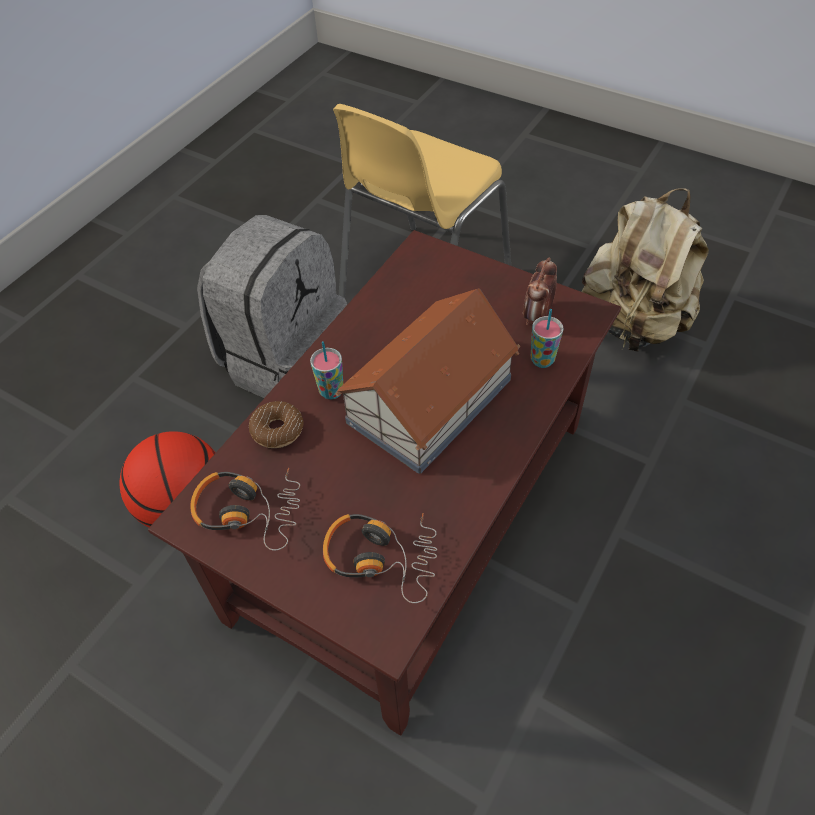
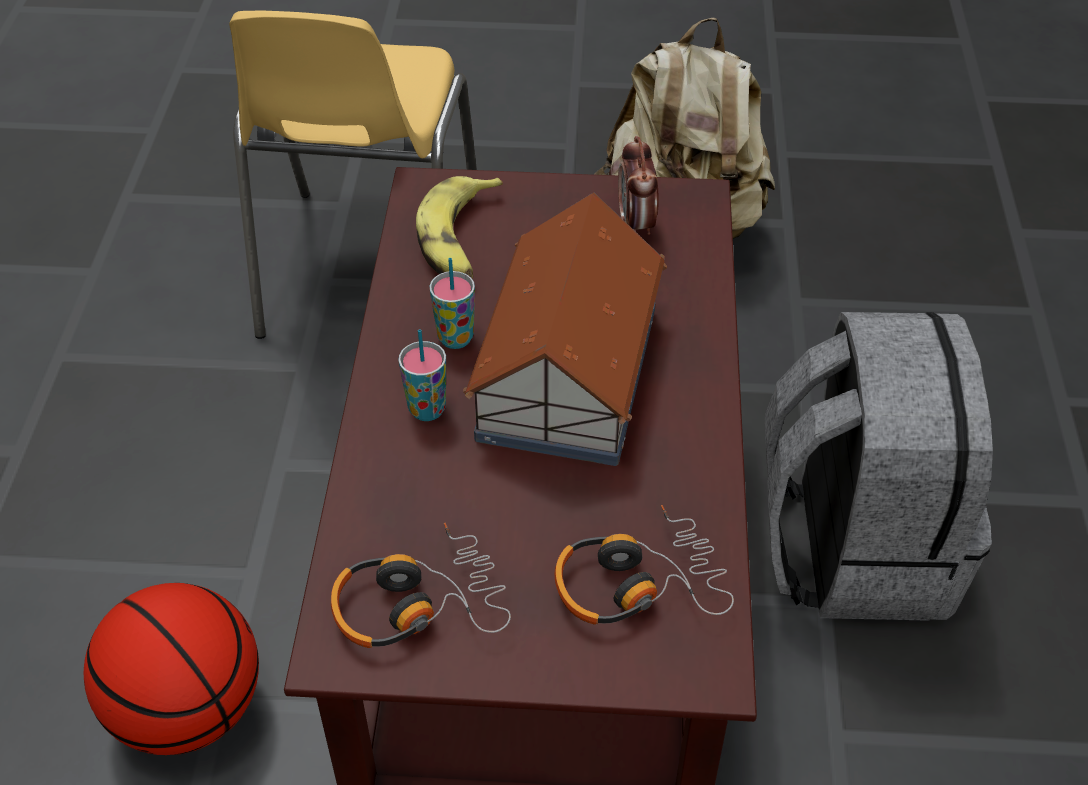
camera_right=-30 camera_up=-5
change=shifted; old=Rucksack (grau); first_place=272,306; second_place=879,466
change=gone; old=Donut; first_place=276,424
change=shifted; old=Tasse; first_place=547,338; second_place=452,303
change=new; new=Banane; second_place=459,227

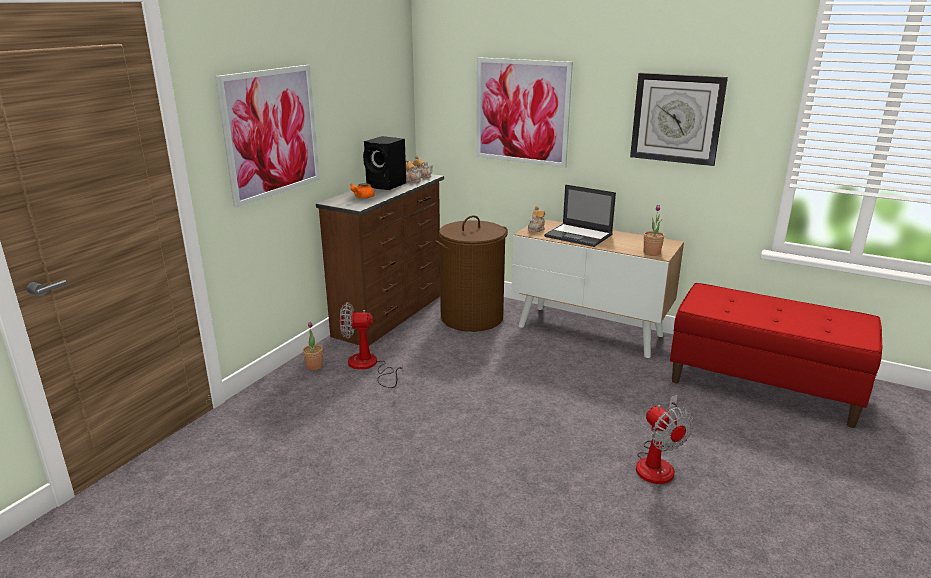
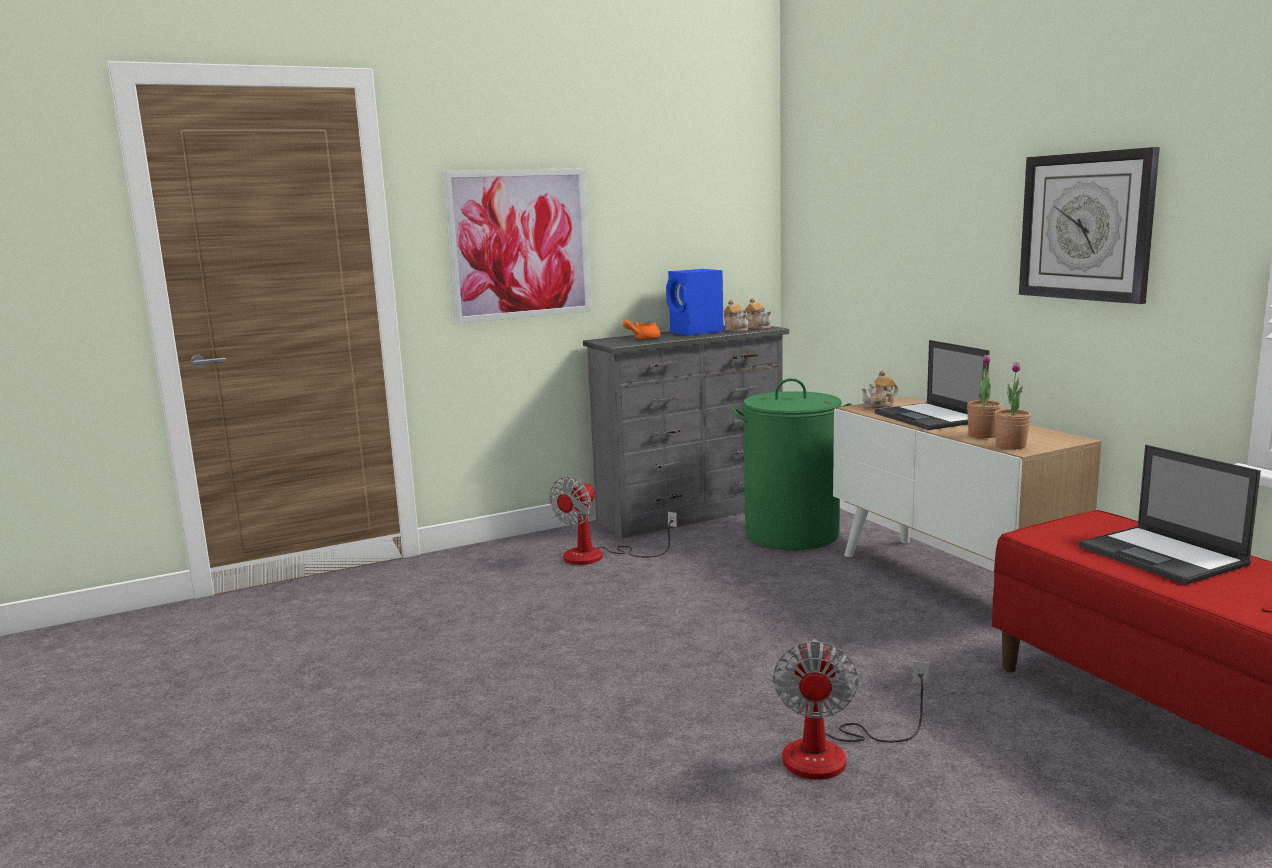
camera_right=35 camera_up=-10
change=shifted; old=Topfpflanze; first_place=313,346; second_place=984,396
change=repainted; old=Kommode (braun); new=Kommode (grau); first_place=380,260; second_place=686,432
change=rotated; old=Ventilator; first_place=371,345; second_place=613,520; degrees=-90
change=repainted; old=Lautsprecher (schwarz); new=Lautsprecher (blau); first_place=384,163; second_place=695,302
change=repainted; old=Wäschekorb (braun); new=Wäschekorb (grün); first_place=471,273; second_place=792,464
change=gone; old=Bild; first_place=524,112
change=new; new=Laptop; second_place=1170,515

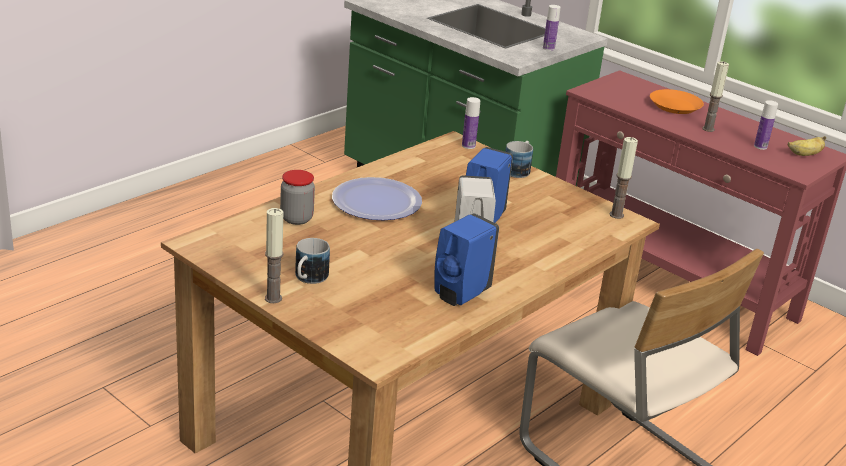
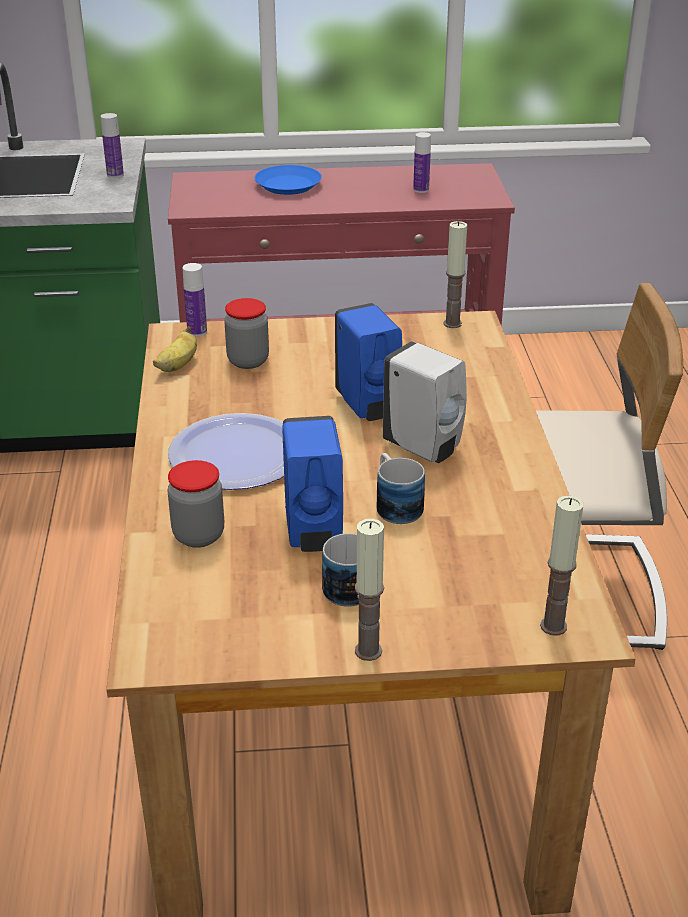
camera_right=-45 camera_up=5
change=shifted; old=Seifenspender (blau); first_place=466,259; second_place=312,484
change=shifted; old=Henkelbecher; first_place=519,159; second_place=401,488
change=repainted; old=Teller (orange); new=Teller (blau); first_place=677,101; second_place=288,180
change=shifted; old=Kerze; first_place=715,96; second_place=562,565
change=shifted; old=Banane; first_place=807,146; second_place=175,349
change=new; new=Vorratsglas; second_place=246,333

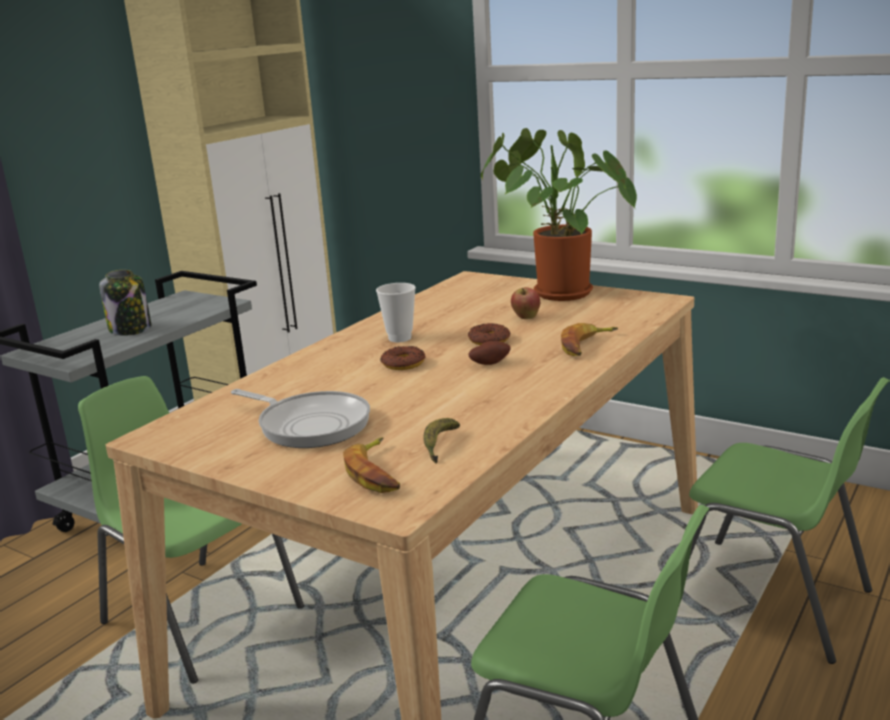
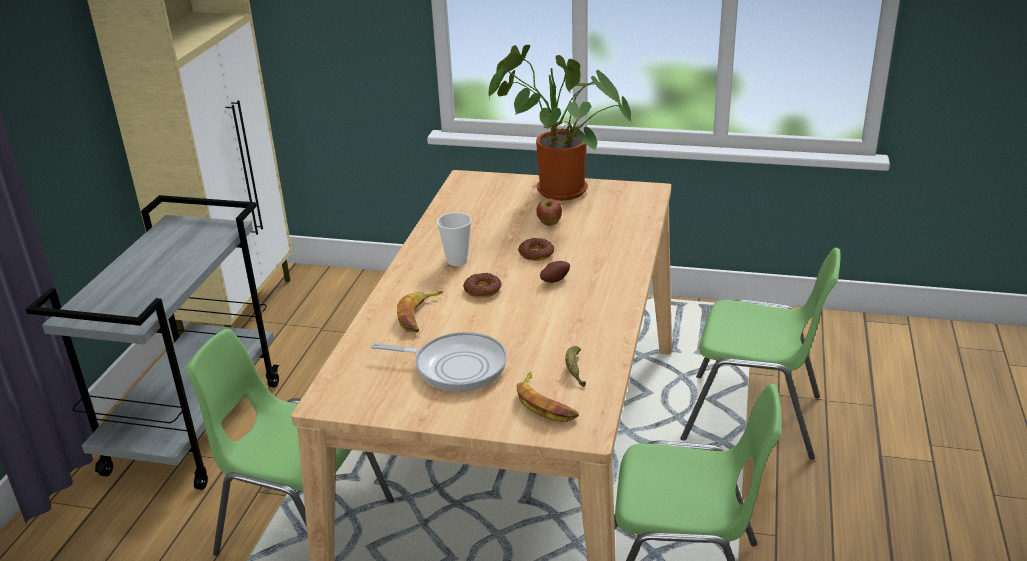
camera_right=-20 camera_up=10
change=gone; old=Vorratsglas; first_place=125,303
change=shifted; old=Banane; first_place=589,339; second_place=420,312

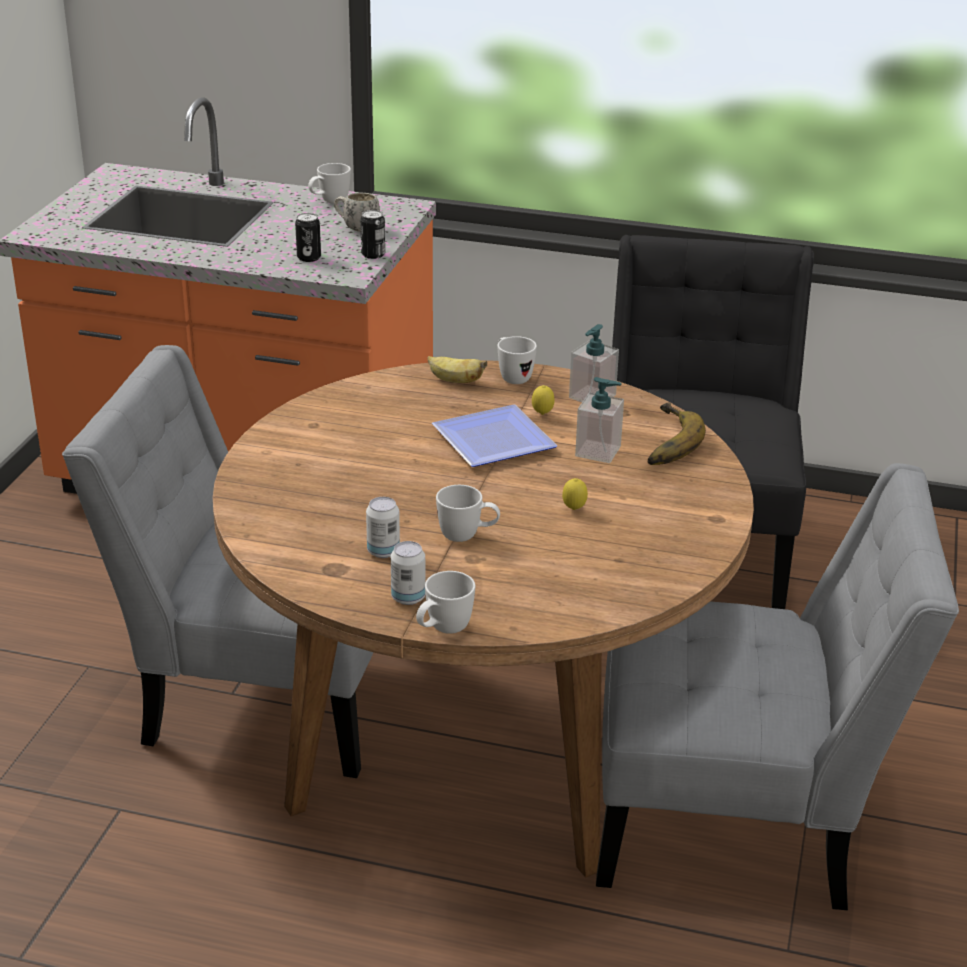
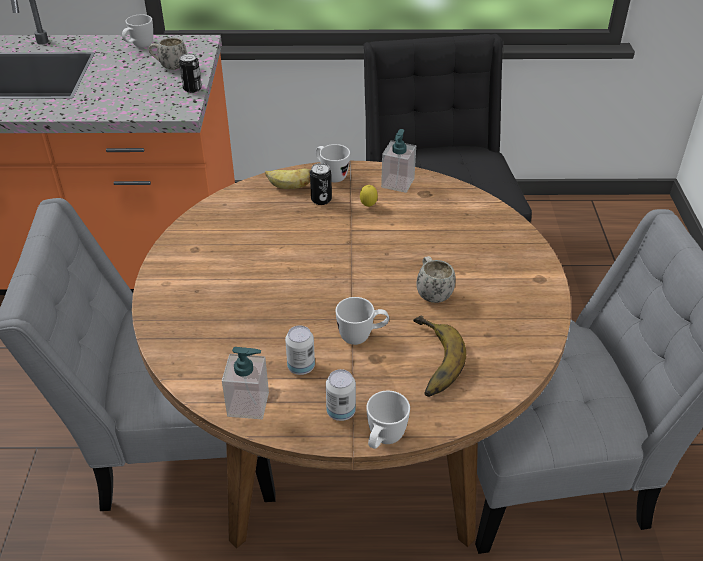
camera_right=-15 camera_up=10
change=shifted; old=Dose; first_place=308,237; second_place=321,184
change=gone; old=Teller; first_place=494,435
change=swapped; old=Zitrone; new=Henkelbecher (weiß); first_place=575,494; second_place=436,279
change=shifted; old=Seifenspender; first_place=599,420; second_place=245,383
change=shifted; old=Banane; first_place=677,433; second_place=439,356

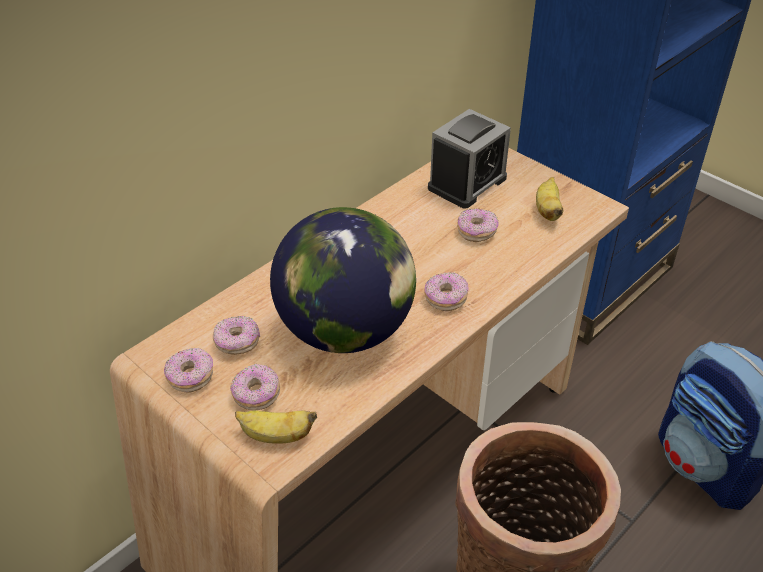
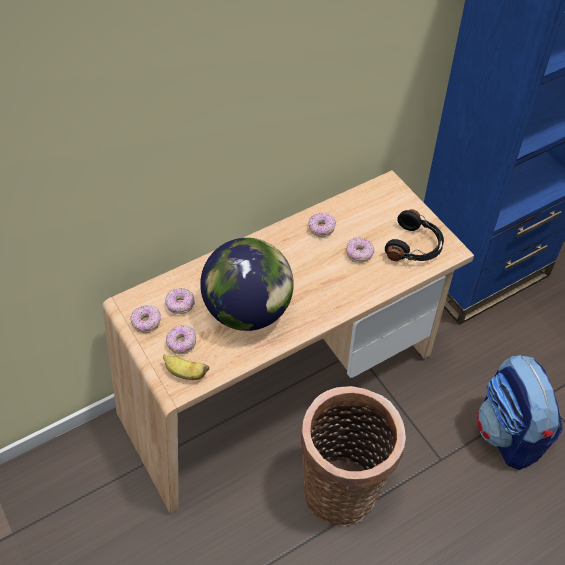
camera_right=15 camera_up=10
change=shifted; old=Donut; first_place=446,291; second_place=322,225
change=gone; old=Wecker; first_place=469,159
change=swapped; old=Banane; new=Kopfhörer (schwarz); first_place=549,199; second_place=414,235

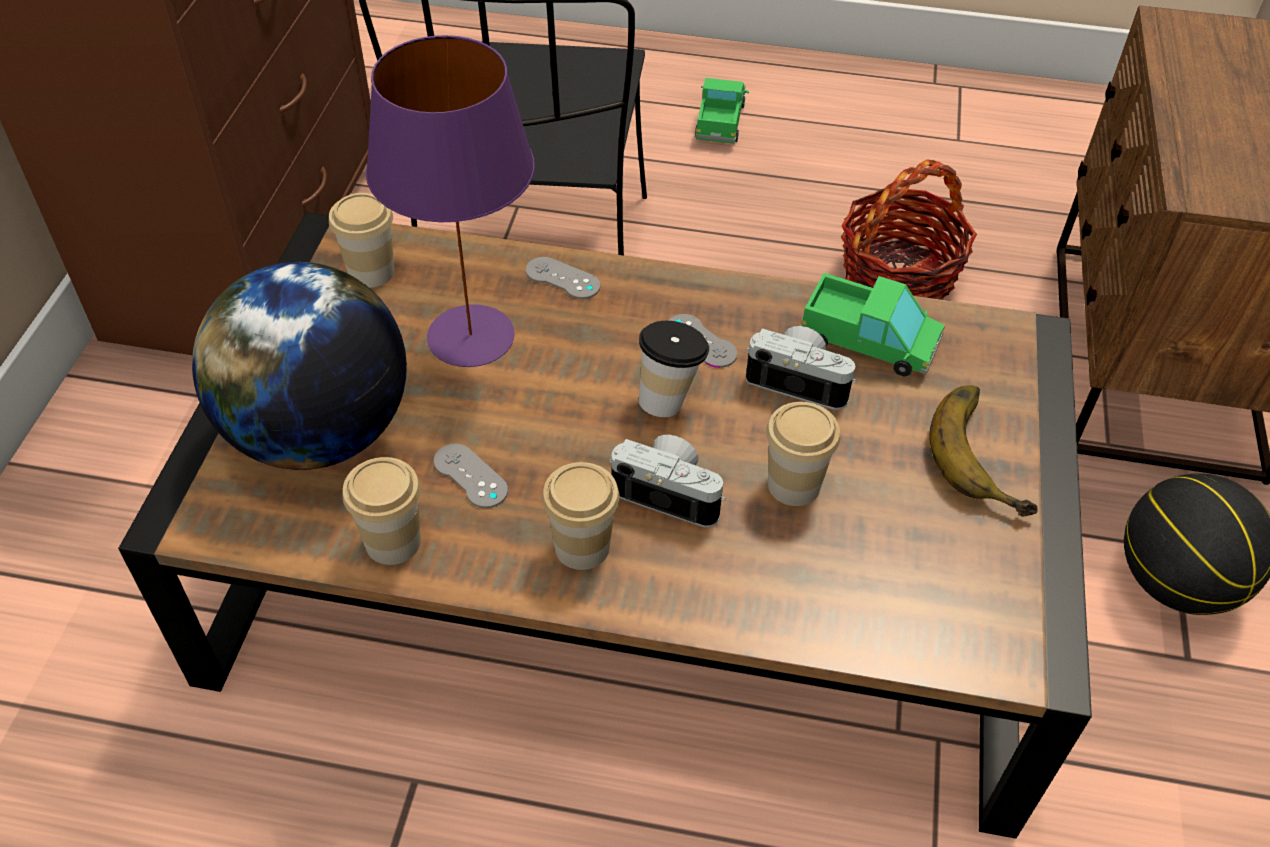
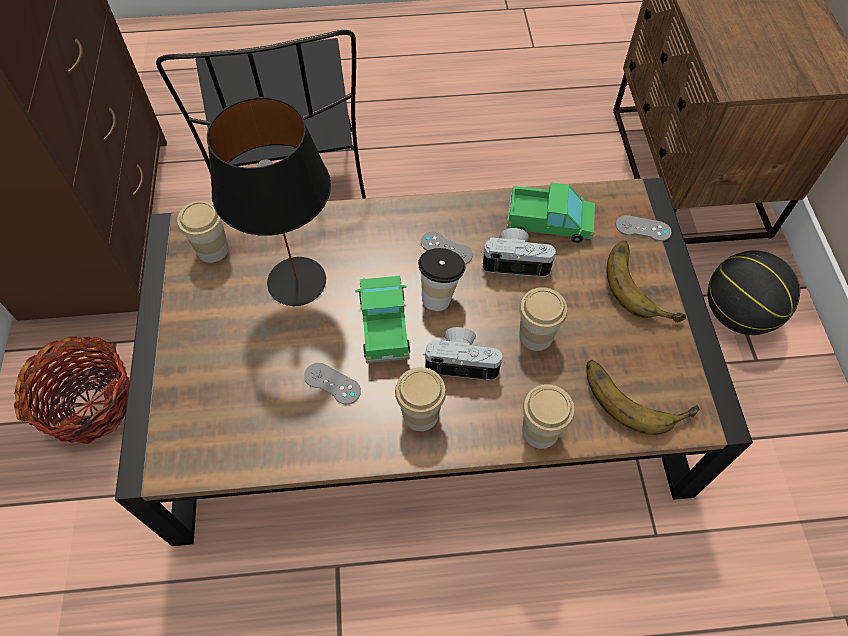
camera_right=-15 camera_up=10
change=gone; old=Globus; first_place=299,366
change=shifted; old=Tasse; first_place=382,511; second_place=548,416
change=repainted; old=Tischlampe (lila); new=Tischlampe (schwarz); first_place=450,201; second_place=269,201
change=shifted; old=Gamepad (grau); first_place=563,278; second_place=643,228
change=shifted; old=Spielzeuglaster; first_place=722,111; second_place=382,319
change=shifted; old=Korb; first_place=909,230; second_place=72,390
change=new; new=Banane; second_place=643,397

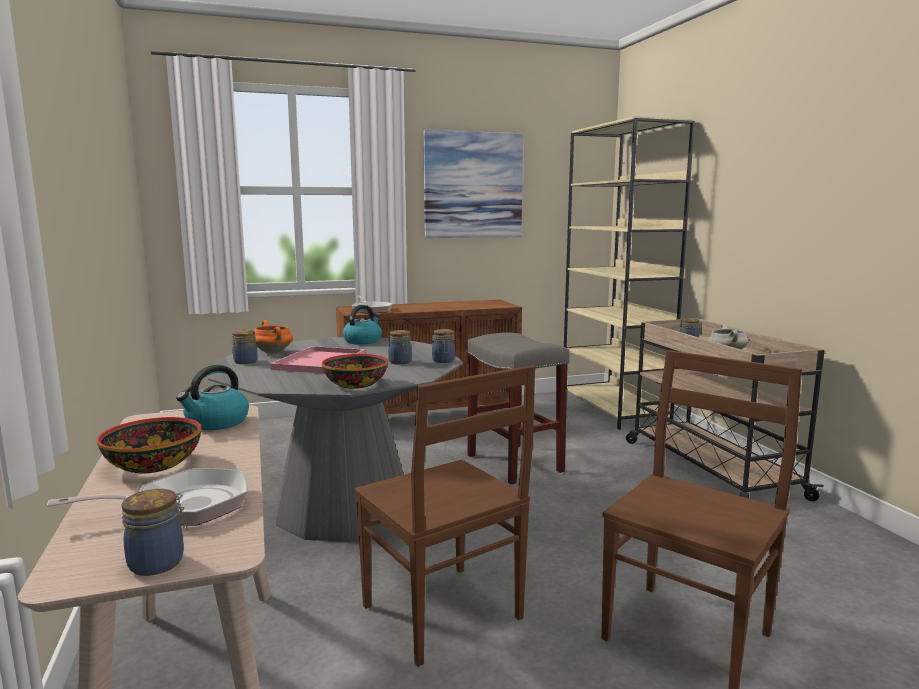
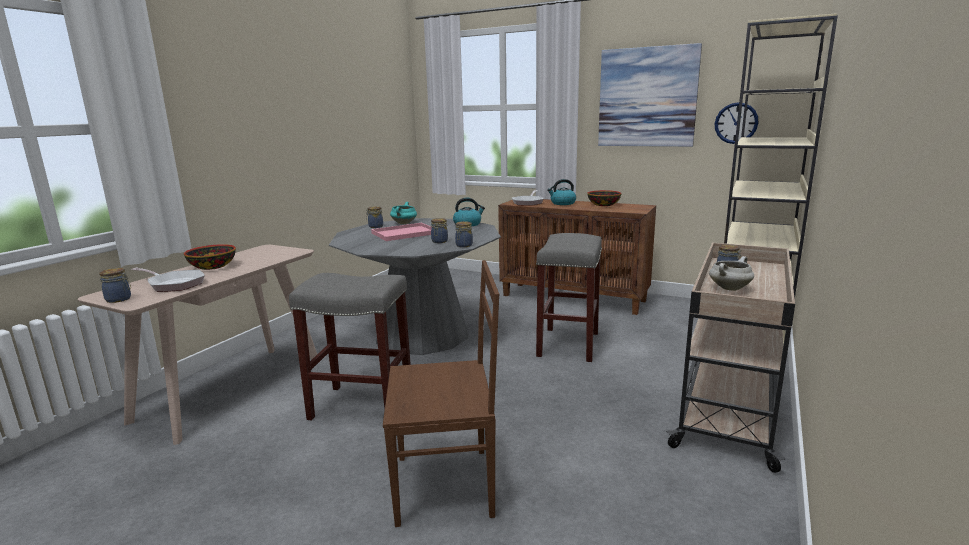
camera_right=45 camera_up=5
change=shifted; old=Wasserkessel; first_place=212,397; second_place=561,192
change=repainted; old=Kochtopf (orange); new=Kochtopf (türkis); first_place=273,337; second_place=403,213
change=shifted; old=Schüssel; first_place=355,371; second_place=604,198
change=swapped; old=Stuhl (braun); new=Hocker (grau); first_place=444,516; second_place=350,346
change=new; new=Wanduhr; second_place=736,123

